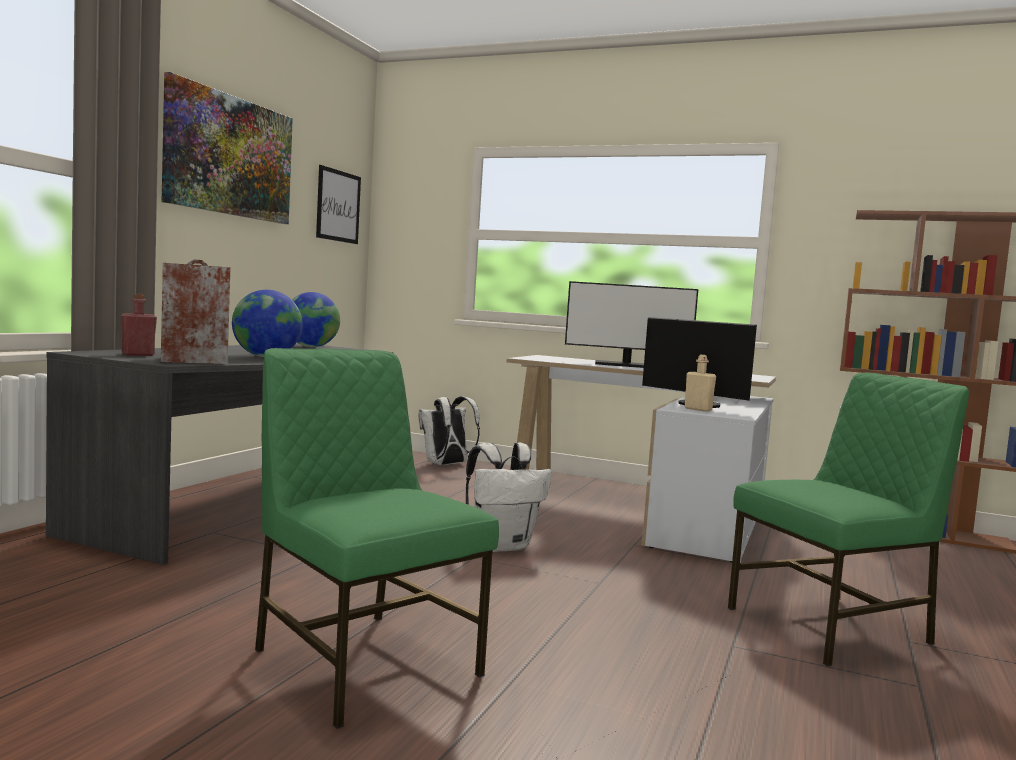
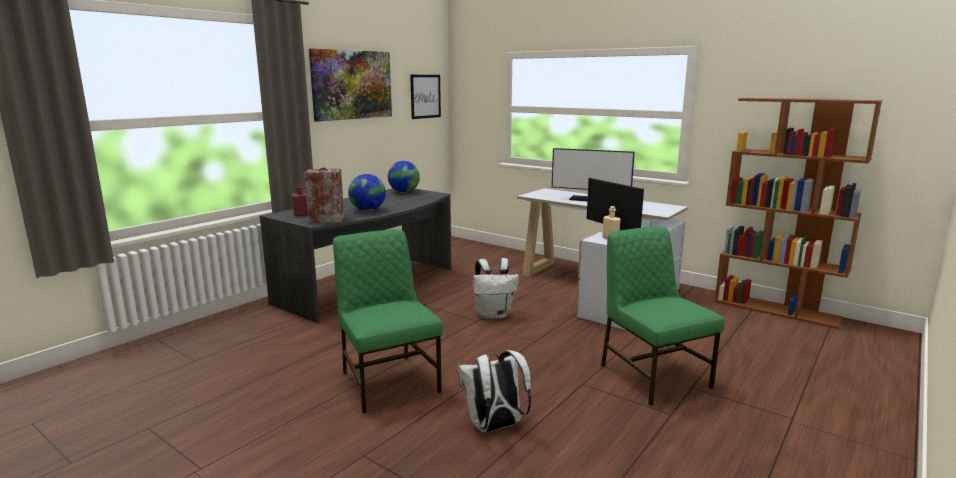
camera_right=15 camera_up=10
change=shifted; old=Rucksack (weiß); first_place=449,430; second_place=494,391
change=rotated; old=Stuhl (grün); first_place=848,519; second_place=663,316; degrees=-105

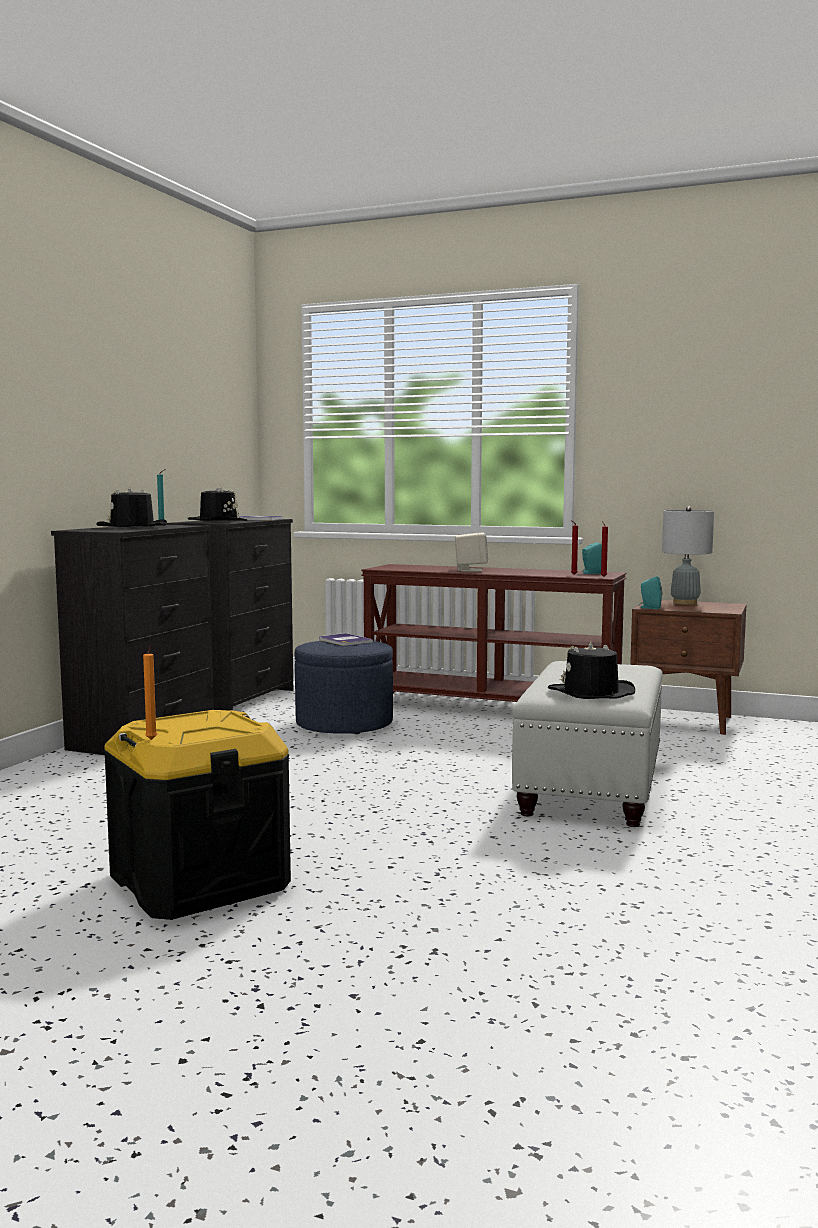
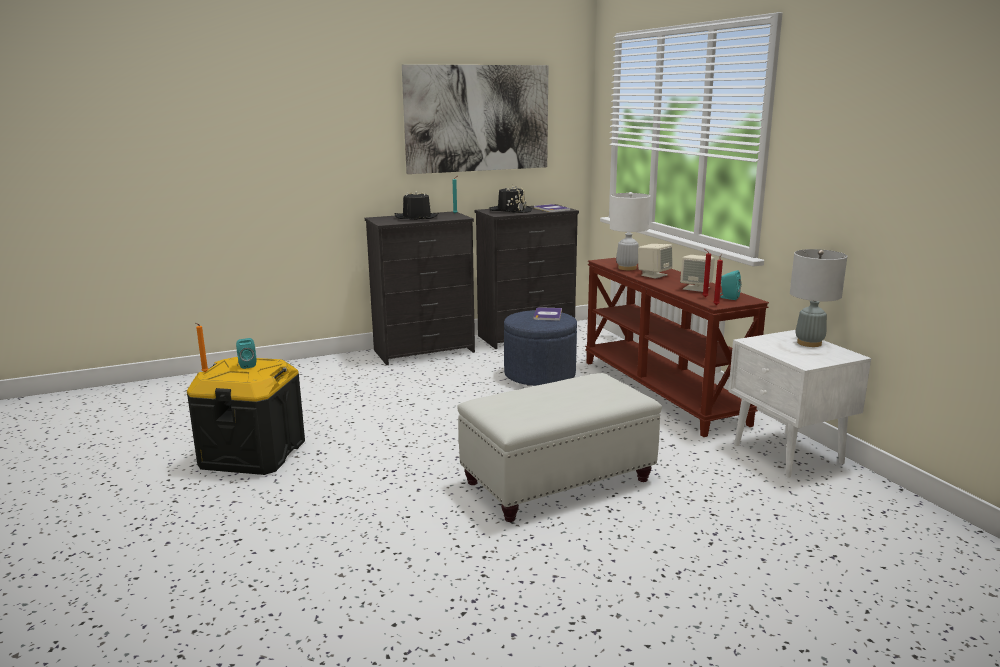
camera_right=45 camera_up=10
change=gone; old=Hut (schwarz); first_place=591,670
change=repainted; old=Nachttisch (braun); new=Nachttisch (weiß); first_place=688,667; second_place=799,404
change=shifted; old=Lautsprecher (türkis); first_place=650,592; second_place=246,353
change=new; new=Bild; second_place=475,119
change=new; new=Tischlampe (weiß); second_place=630,231
change=new; new=Lautsprecher (beige); second_place=697,273

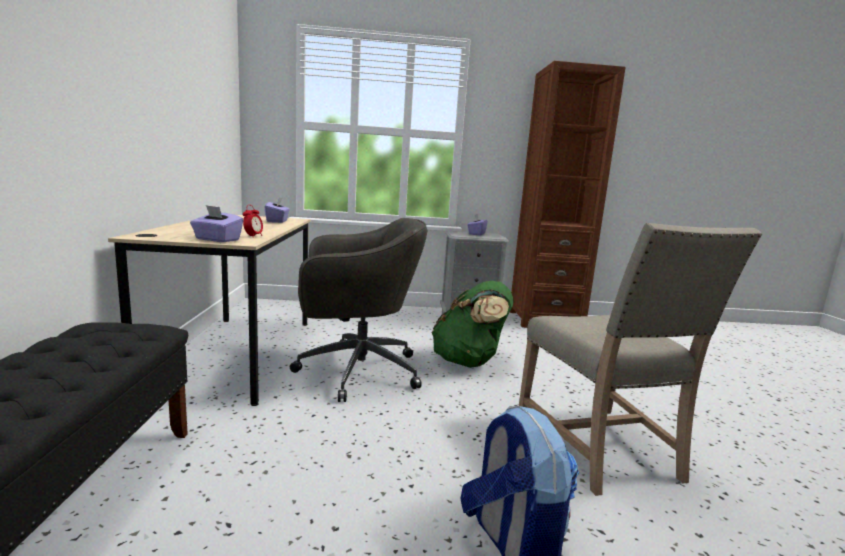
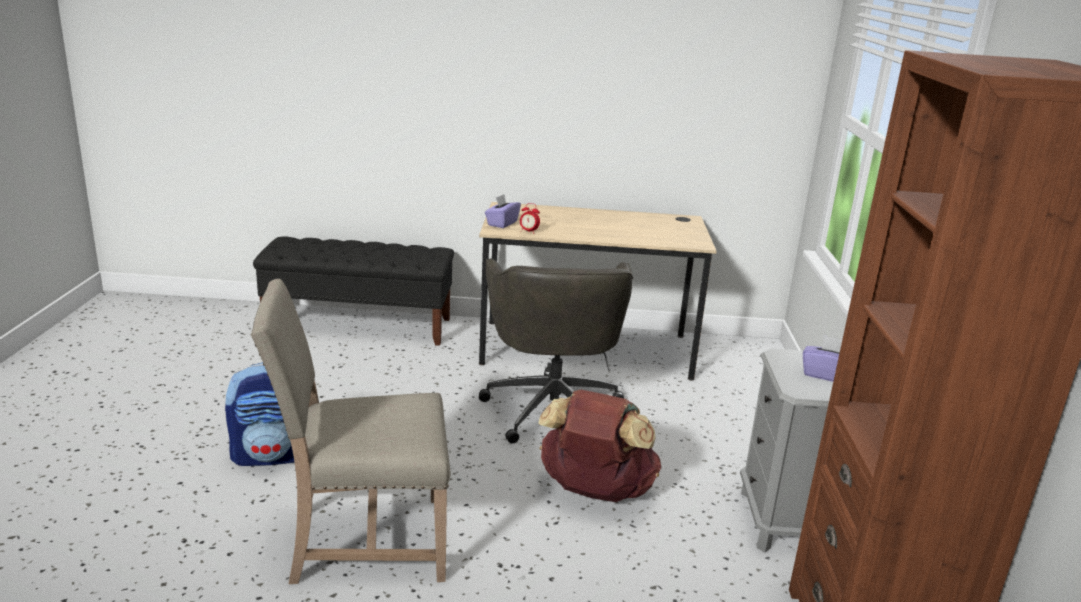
camera_right=95 camera_up=10
change=gone; old=Taschentuchbox (lila); first_place=277,210
change=repainted; old=Rucksack (grün); new=Rucksack (braun); first_place=472,324; second_place=600,446

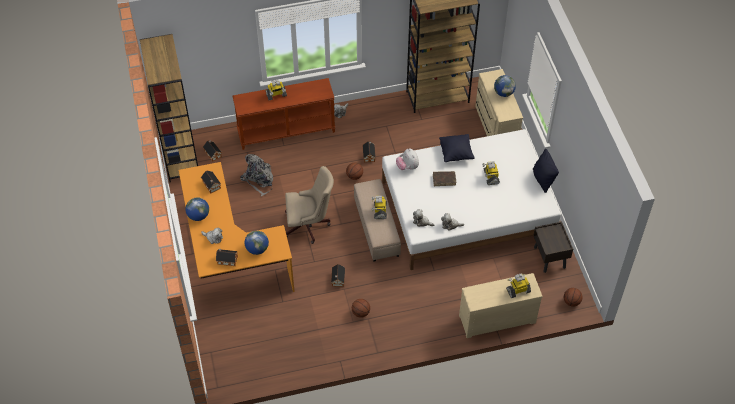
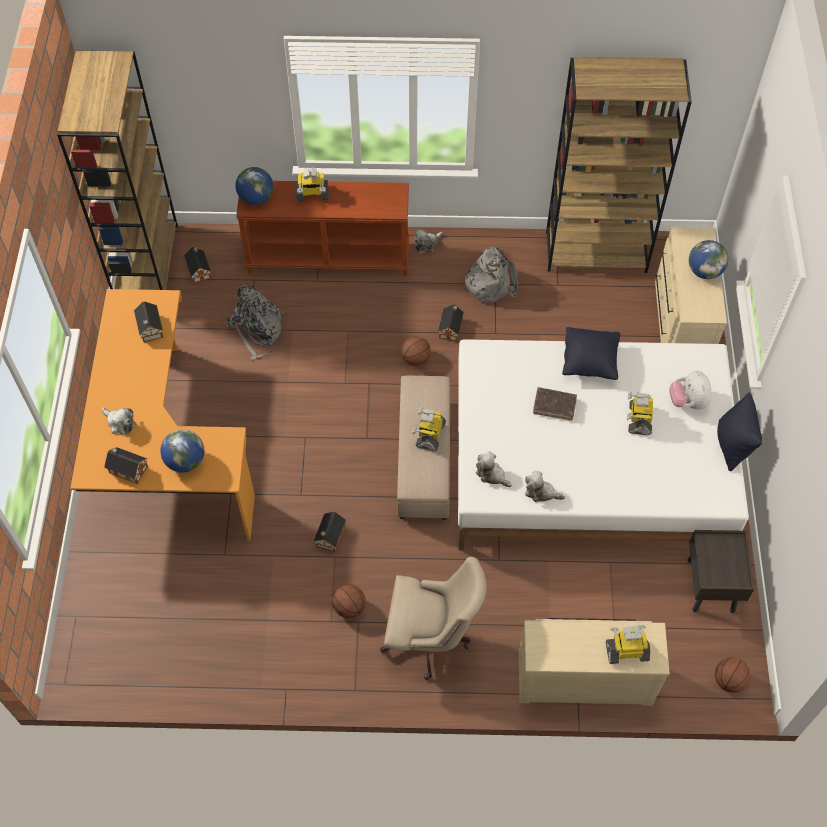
camera_right=15 camera_up=5
change=shifted; old=Globus; first_place=197,209; second_place=254,186
change=shifted; old=Bürostuhl (beige); first_place=309,205; second_place=433,618
change=shifted; old=Plüschtier; first_place=407,159; second_place=690,390
change=new; new=Rucksack (grau); second_place=490,274

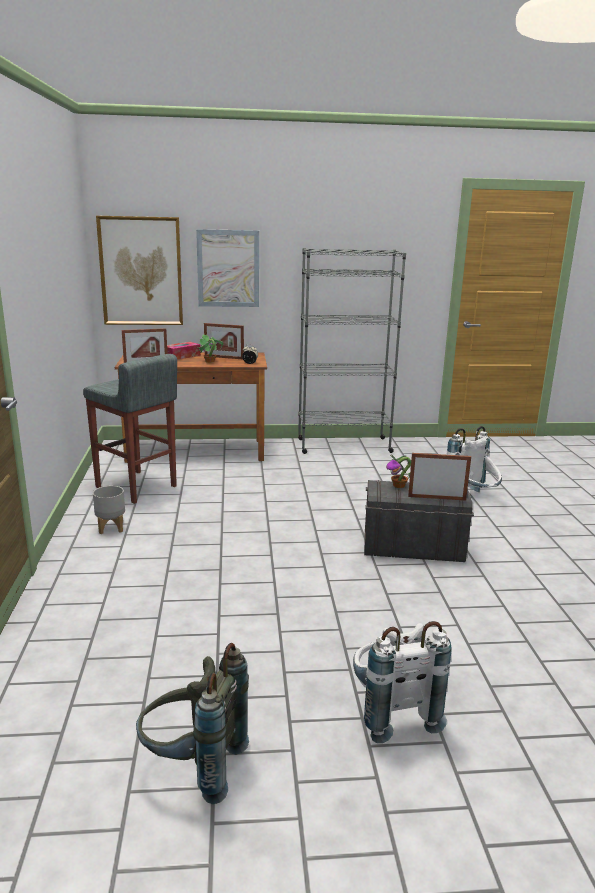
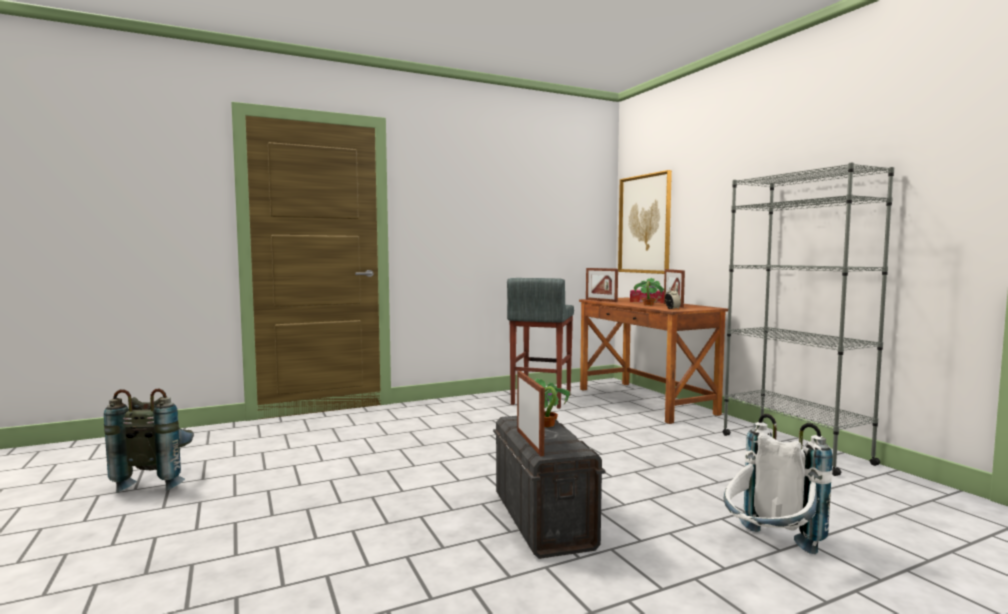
camera_right=70 camera_up=-15
change=gone; old=Pflanzkübel (grau); first_place=109,510
change=gone; old=Bild; first_place=227,268
change=gone; old=Rucksack (weiß); first_place=402,682

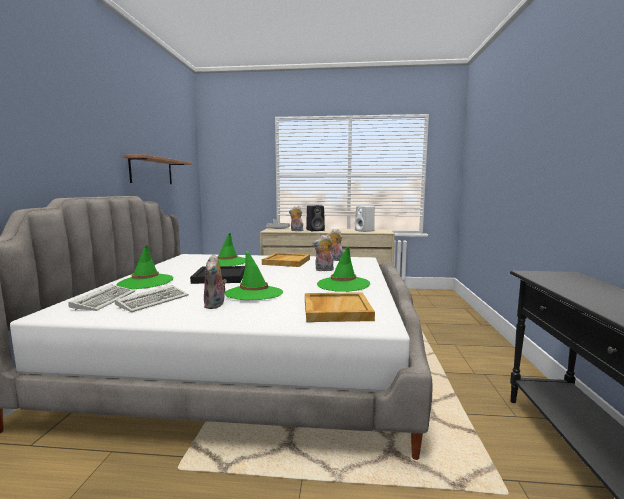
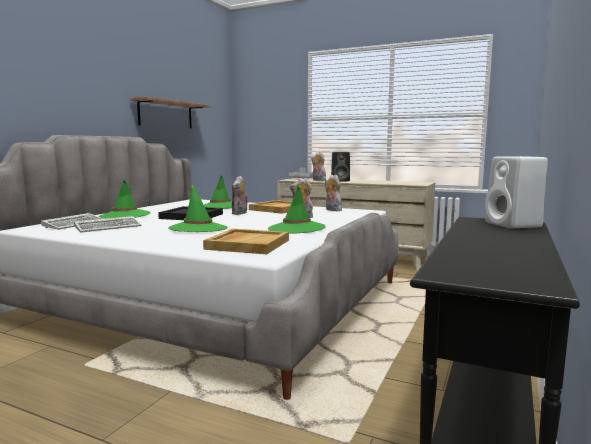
camera_right=20 camera_up=0
change=shifted; old=Plüschtier; first_place=215,281; second_place=240,195
change=shifted; old=Lautsprecher (weiß); first_place=365,219; second_place=516,192

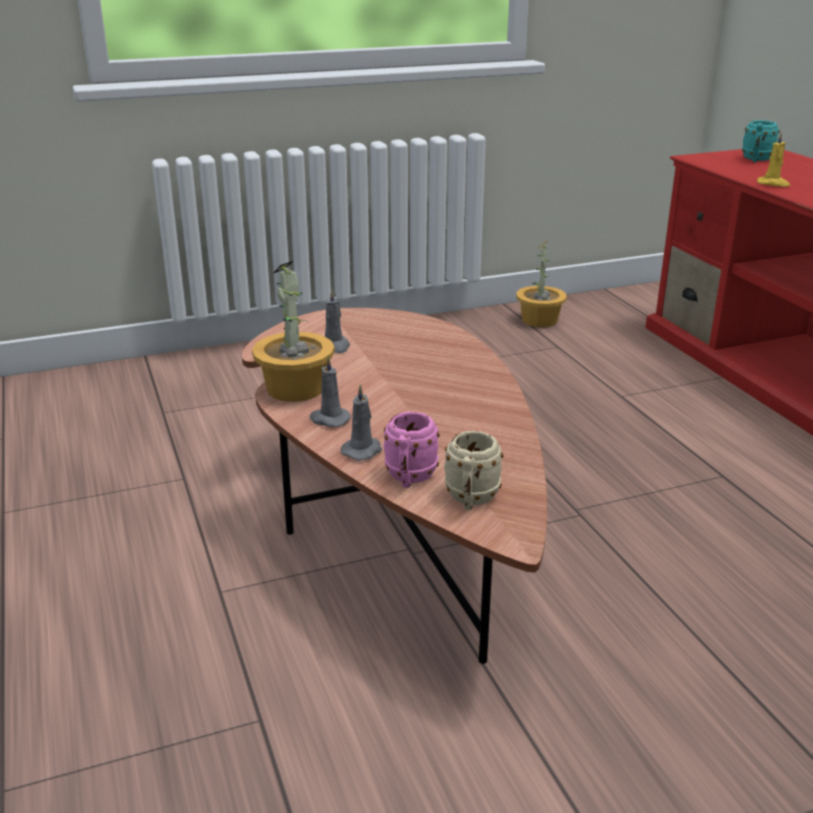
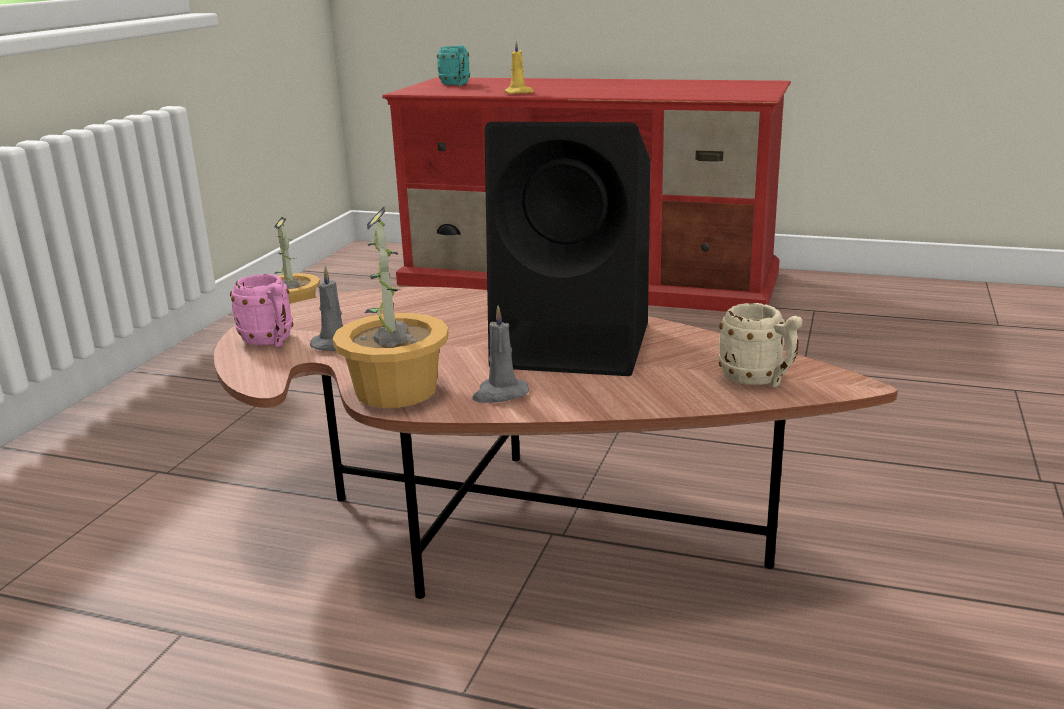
camera_right=-50 camera_up=-5
change=gone; old=Kerze (grau); first_place=361,422
change=shifted; old=Henkelbecher (rosa); first_place=411,450; second_place=261,310
change=new; new=Lautsprecher (schwarz); second_place=567,249

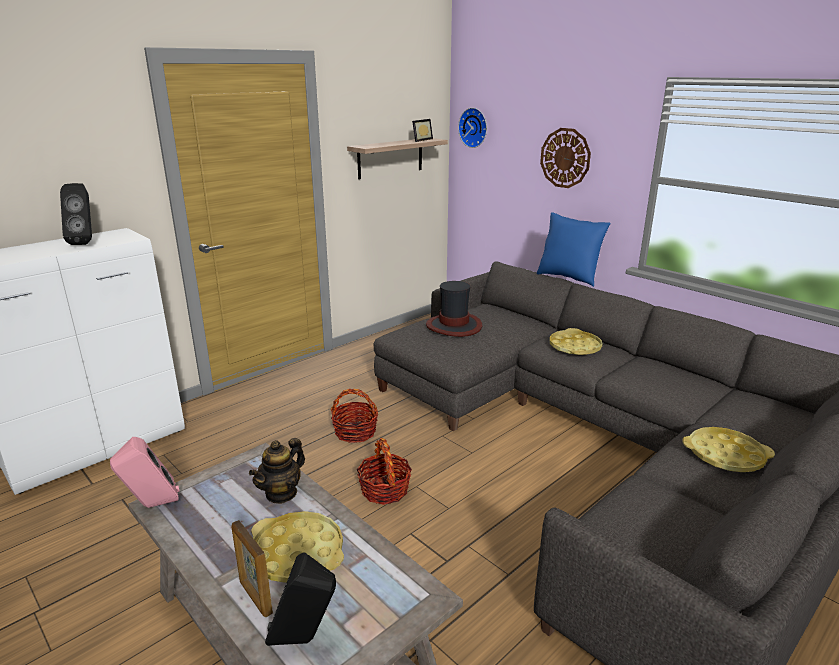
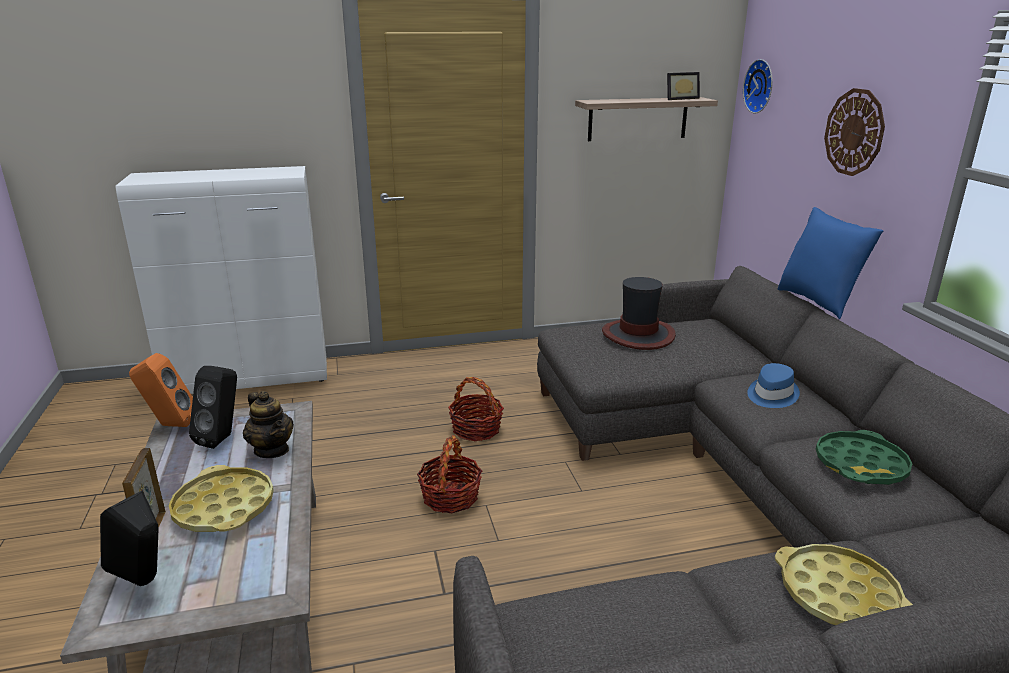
camera_right=30 camera_up=0
change=shifted; old=Lautsprecher (schwarz); first_place=76,214; second_place=213,407
change=repainted; old=Lautsprecher (rosa); new=Lautsprecher (orange); first_place=145,472; second_place=161,390
change=rotated; old=Teekanne; first_place=277,471; second_place=268,424; degrees=-105
change=swapped; old=Tablett (gelb); new=Hut (blau); first_place=576,341; second_place=773,385
change=new; new=Tablett (grün); second_place=864,457

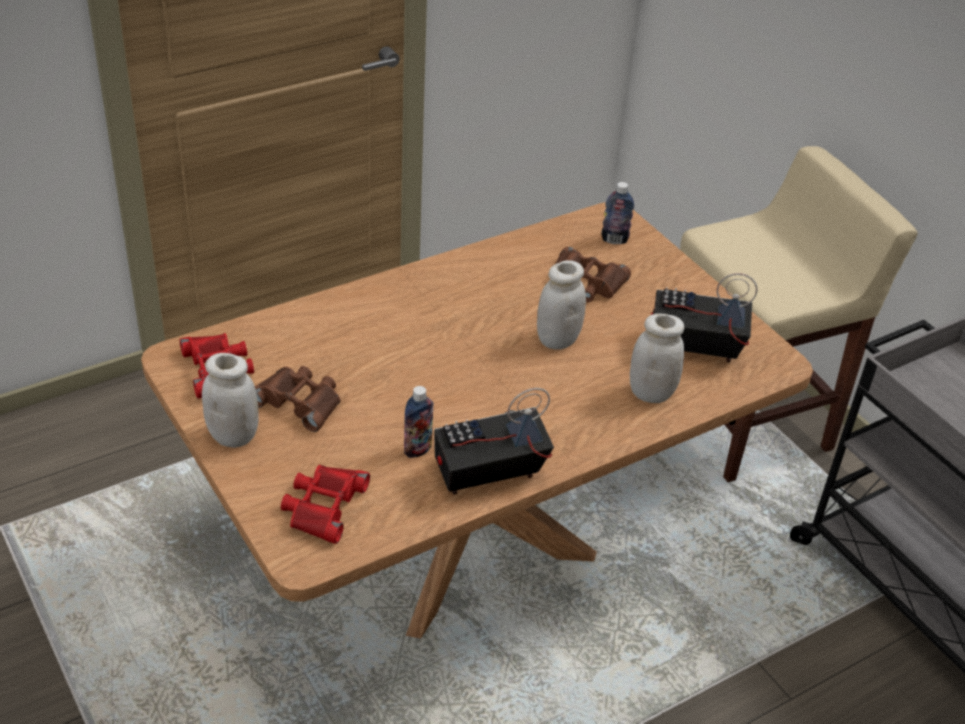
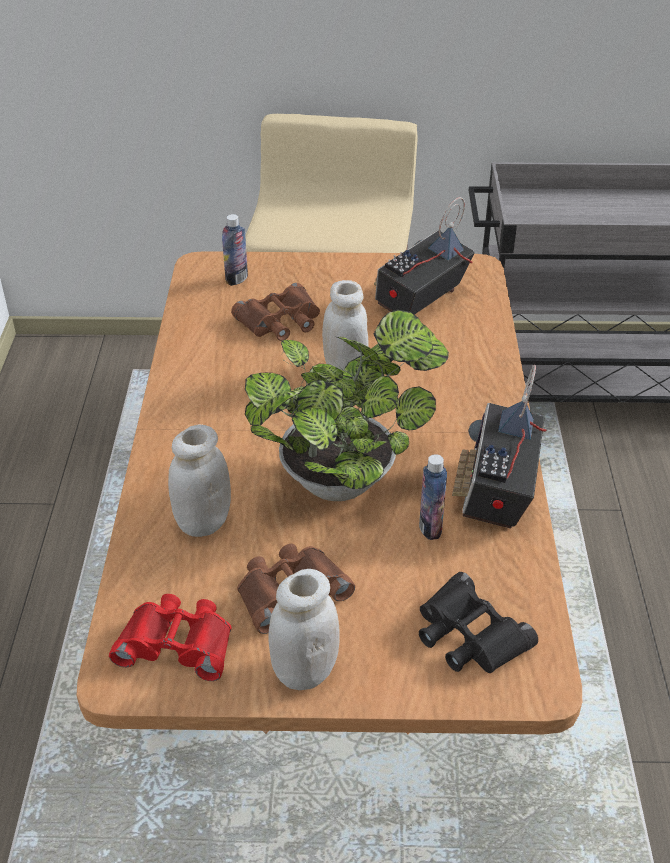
camera_right=-55 camera_up=0
change=repainted; old=Fernglas (rot); new=Fernglas (schwarz); first_place=325,504; second_place=478,622
change=shifted; old=Vorratsglas (weiß); first_place=657,358; second_place=199,481
change=new; new=Topfpflanze; second_place=347,405

